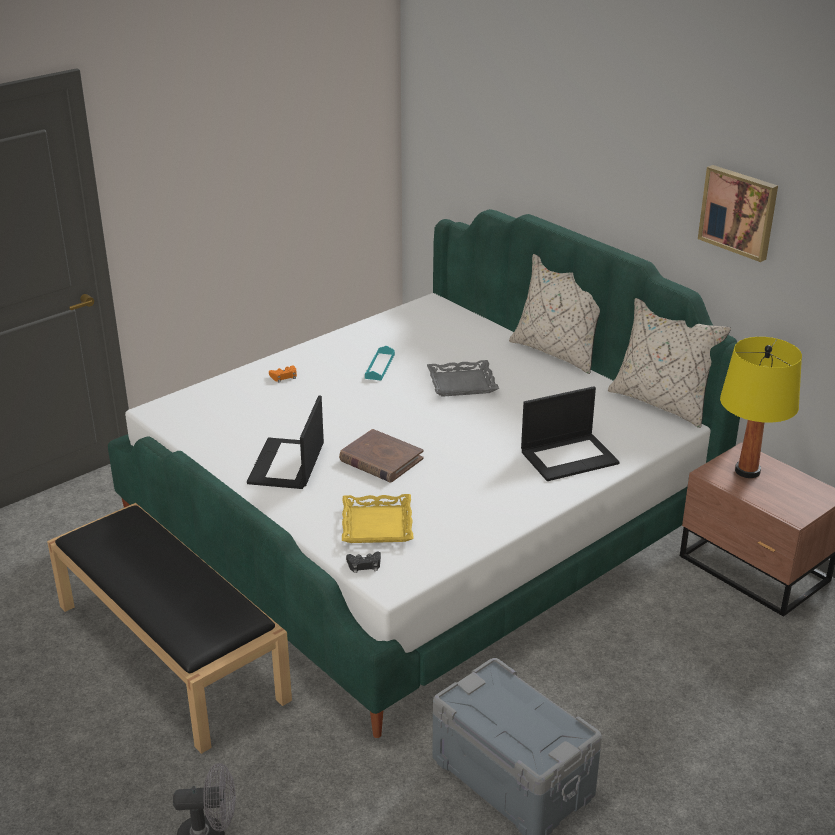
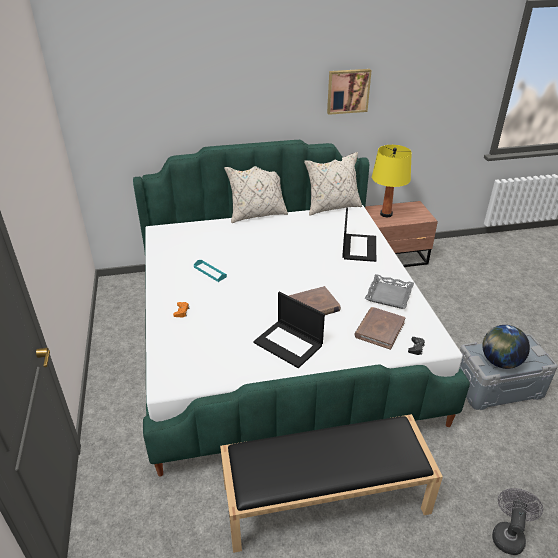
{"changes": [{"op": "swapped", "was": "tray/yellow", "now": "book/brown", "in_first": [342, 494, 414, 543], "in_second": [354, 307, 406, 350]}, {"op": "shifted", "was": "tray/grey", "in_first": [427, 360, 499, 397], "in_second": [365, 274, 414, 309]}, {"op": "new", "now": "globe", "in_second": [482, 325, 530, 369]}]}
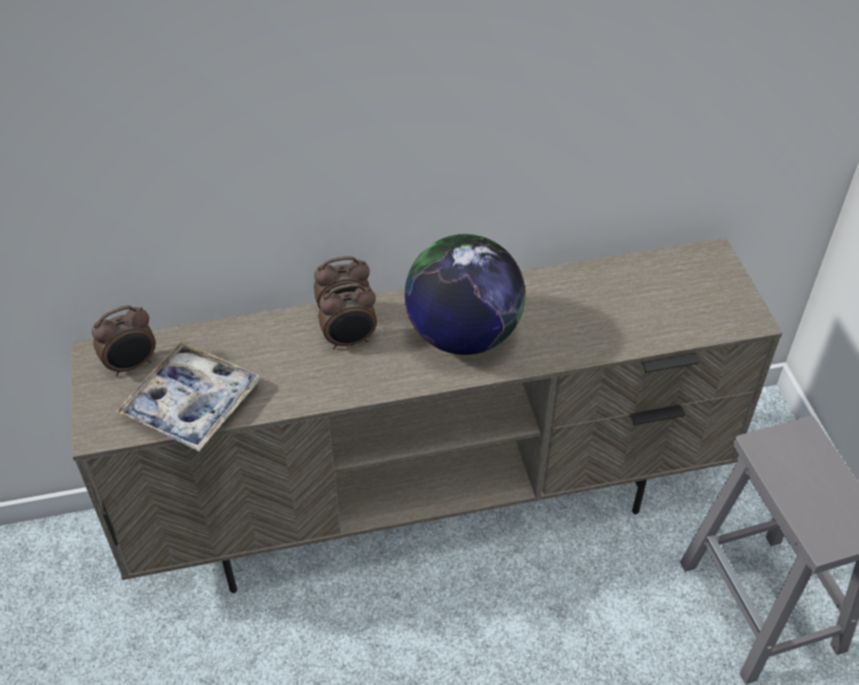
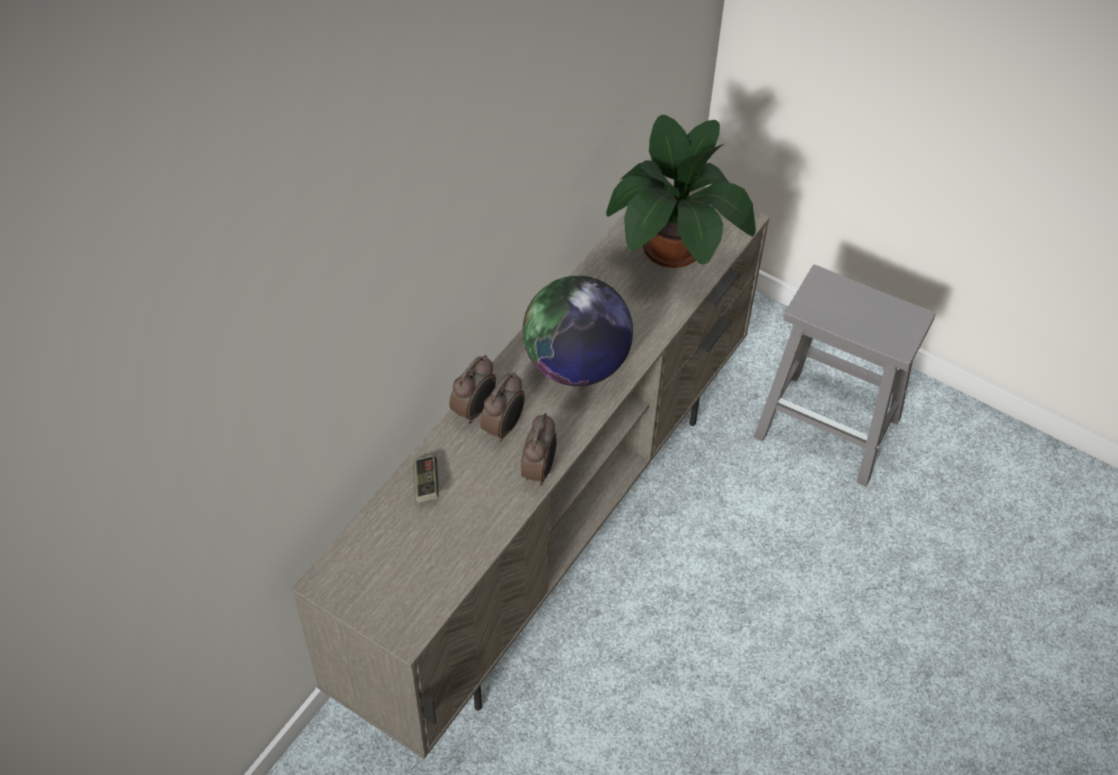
{"changes": [{"op": "shifted", "was": "alarm clock", "in_first": [92, 305, 156, 377], "in_second": [521, 413, 557, 486]}, {"op": "gone", "was": "tray", "in_first": [116, 341, 260, 452]}, {"op": "new", "now": "game controller", "in_second": [413, 455, 439, 503]}, {"op": "new", "now": "potted plant", "in_second": [606, 115, 756, 268]}]}
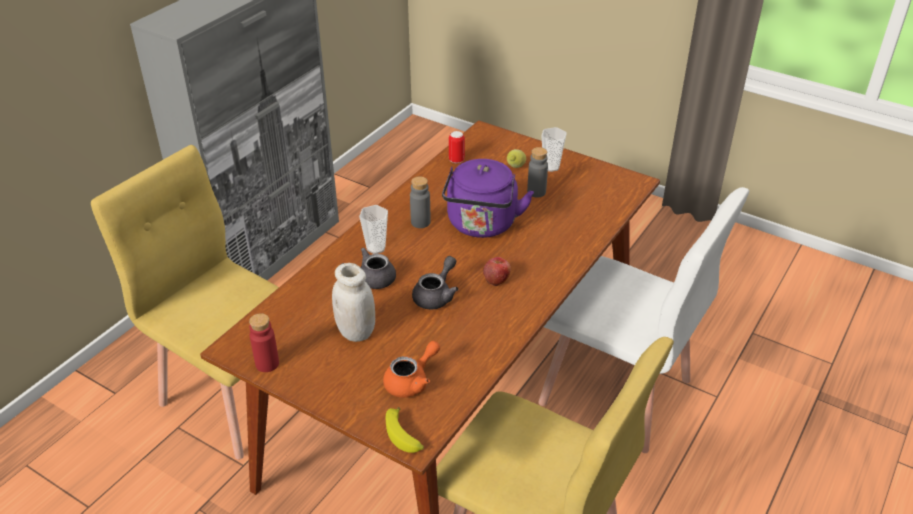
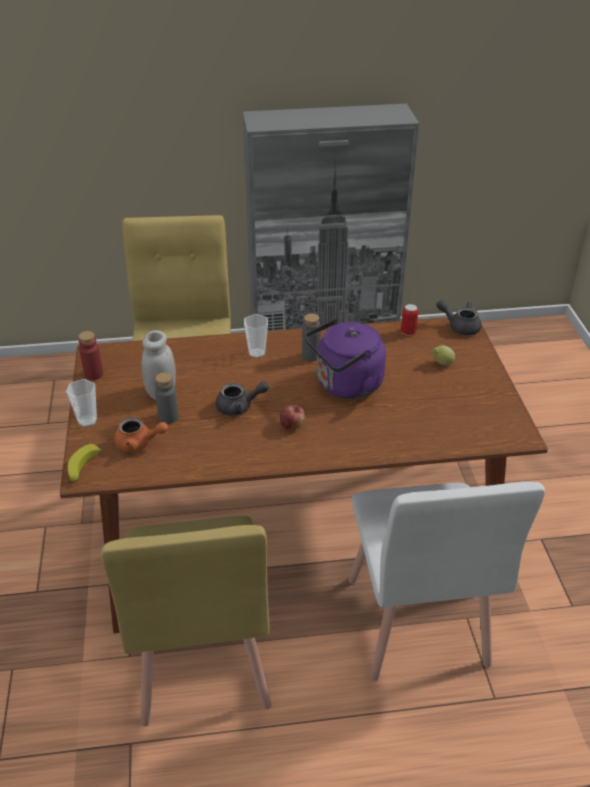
{"changes": [{"op": "shifted", "was": "teapot/grey", "in_first": [340, 248, 396, 289], "in_second": [436, 300, 482, 335]}, {"op": "shifted", "was": "bottle/grey", "in_first": [527, 147, 548, 197], "in_second": [155, 372, 179, 424]}, {"op": "shifted", "was": "cup", "in_first": [541, 127, 567, 172], "in_second": [66, 379, 97, 427]}]}
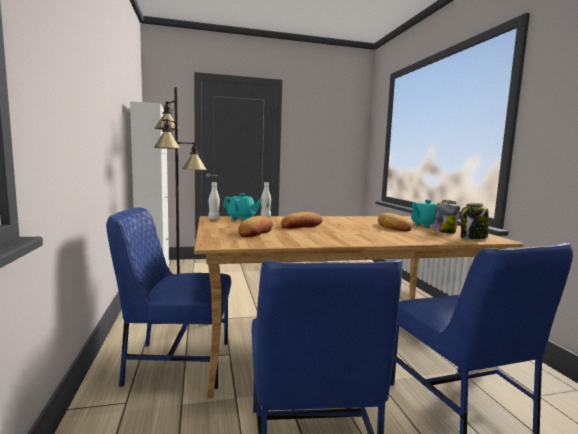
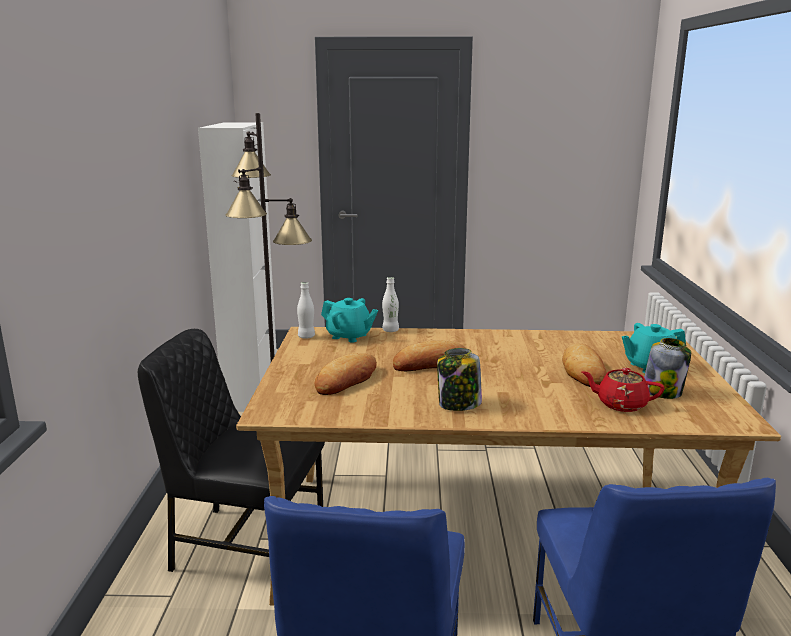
{"changes": [{"op": "repainted", "was": "chair/blue", "now": "chair/black", "in_first": [106, 207, 231, 389], "in_second": [138, 329, 325, 572]}, {"op": "shifted", "was": "jar", "in_first": [461, 203, 489, 239], "in_second": [437, 348, 482, 411]}, {"op": "new", "now": "teapot/red", "in_second": [582, 368, 665, 412]}]}
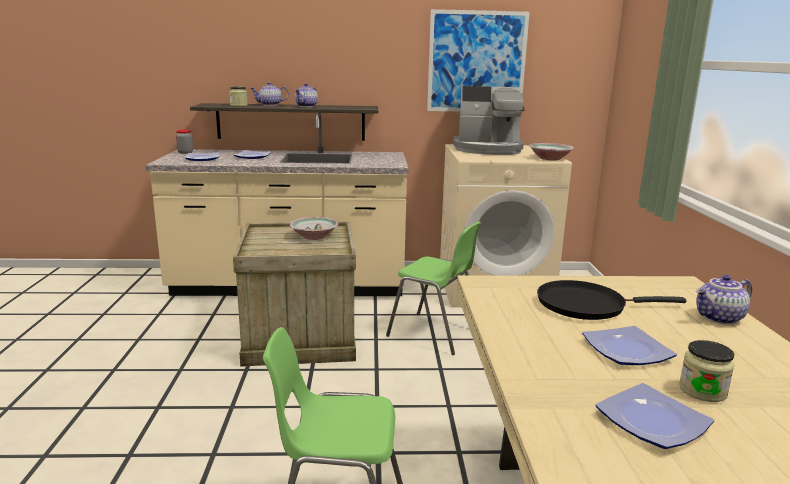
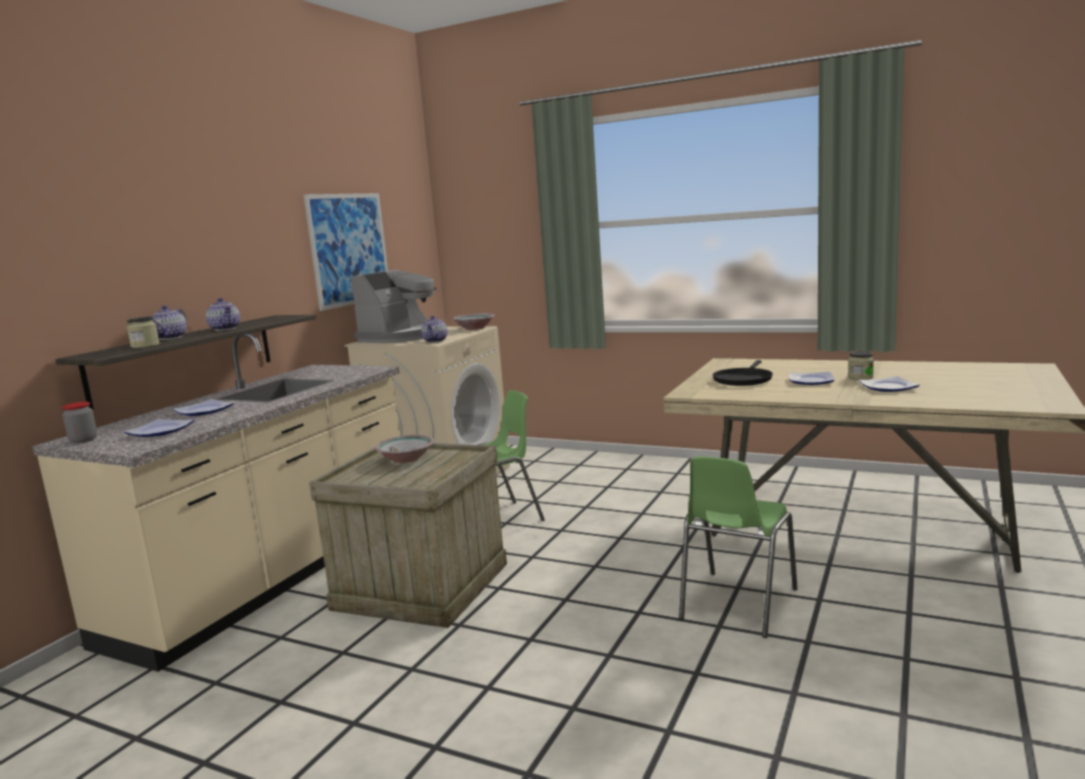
{"changes": [{"op": "shifted", "was": "teapot", "in_first": [696, 275, 752, 325], "in_second": [421, 316, 448, 343]}]}
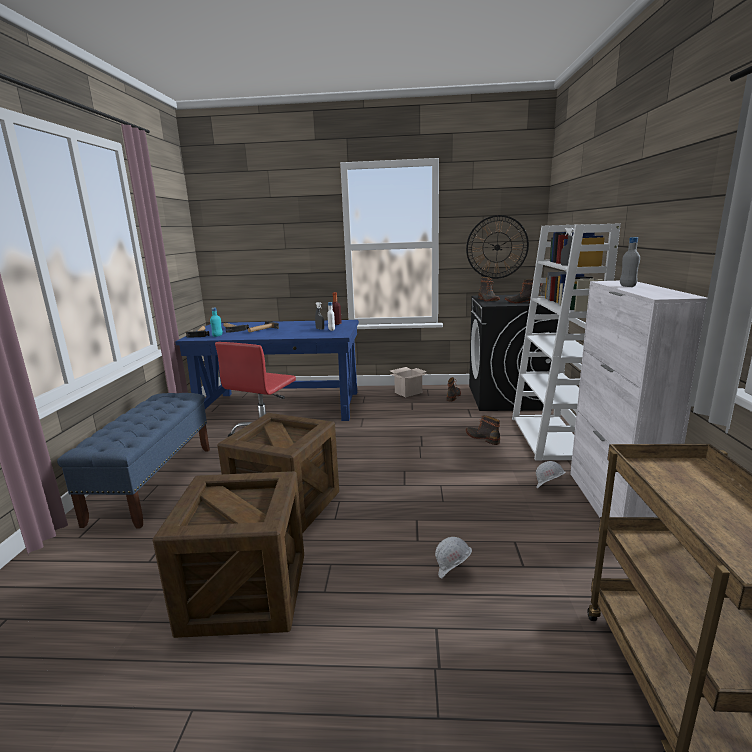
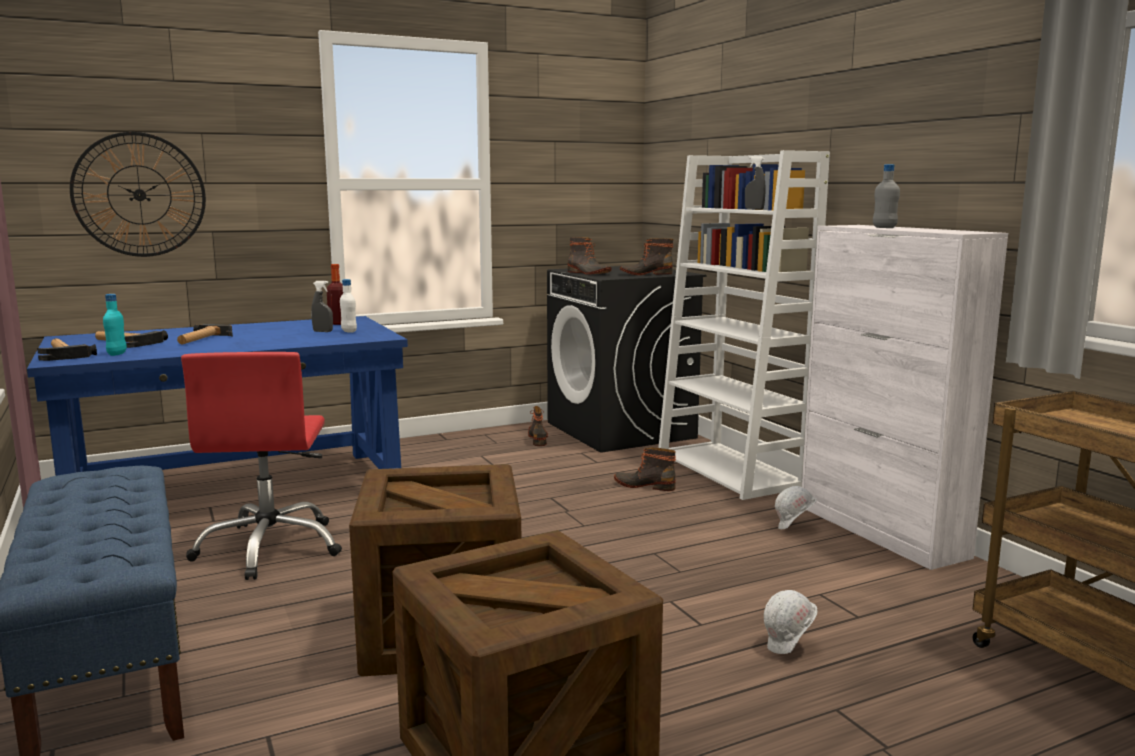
{"changes": [{"op": "gone", "was": "cardboard box", "in_first": [390, 367, 427, 397]}, {"op": "shifted", "was": "wall clock", "in_first": [466, 215, 529, 279], "in_second": [70, 132, 206, 257]}]}
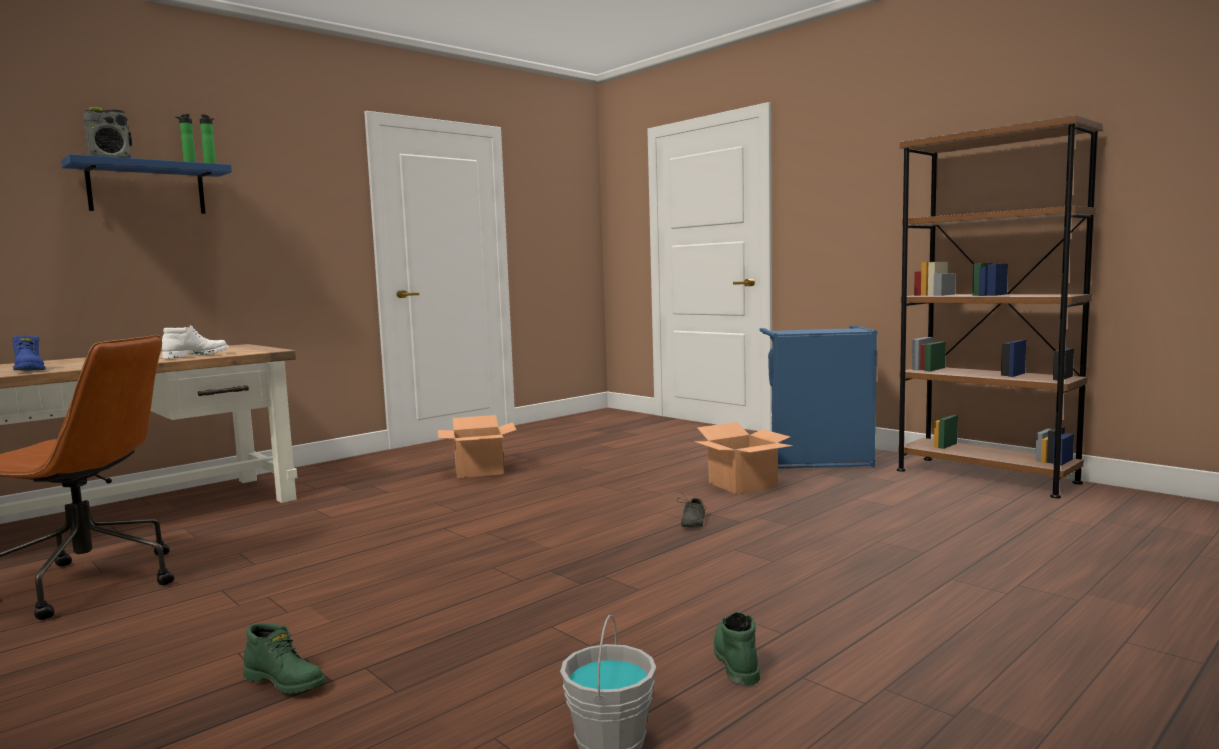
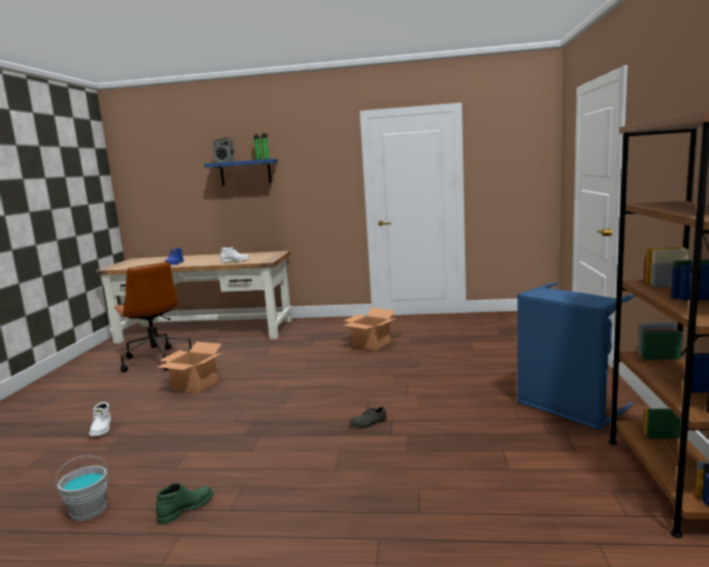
{"changes": [{"op": "repainted", "was": "boot/green", "now": "boot/white", "in_first": [243, 623, 325, 694], "in_second": [89, 402, 111, 436]}, {"op": "shifted", "was": "cardboard box", "in_first": [694, 422, 793, 494], "in_second": [157, 342, 222, 393]}]}
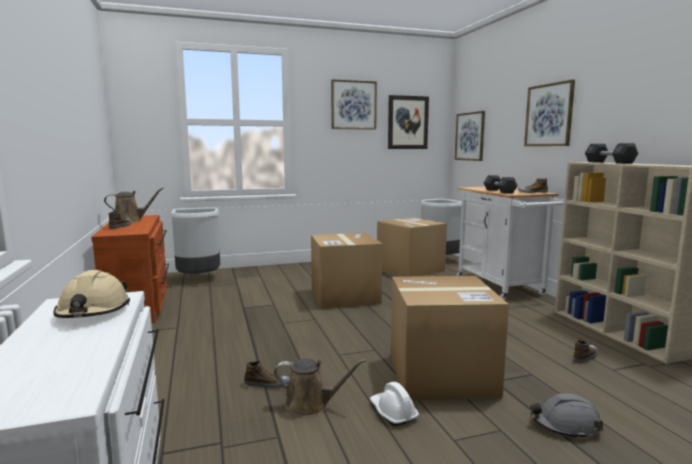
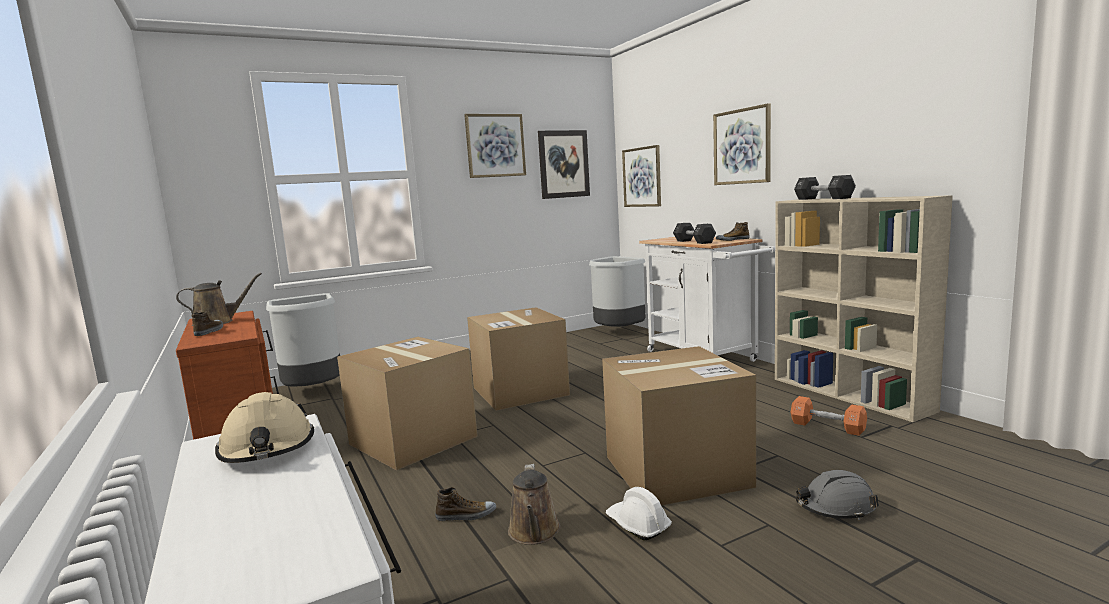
{"changes": [{"op": "rotated", "was": "watering can/brown", "in_first": [274, 359, 366, 417], "in_second": [508, 464, 561, 545], "clockwise": 90}, {"op": "shifted", "was": "cardboard box", "in_first": [377, 217, 447, 277], "in_second": [337, 337, 478, 470]}, {"op": "swapped", "was": "shoe", "now": "dumbbell/orange", "in_first": [573, 339, 598, 363], "in_second": [790, 396, 867, 436]}]}
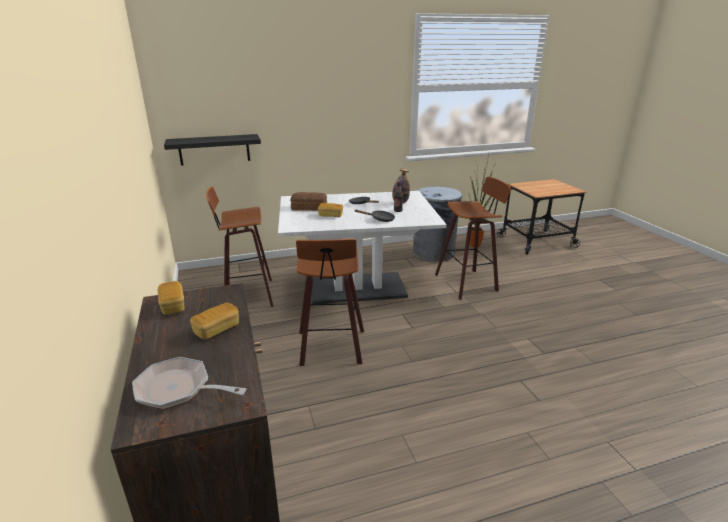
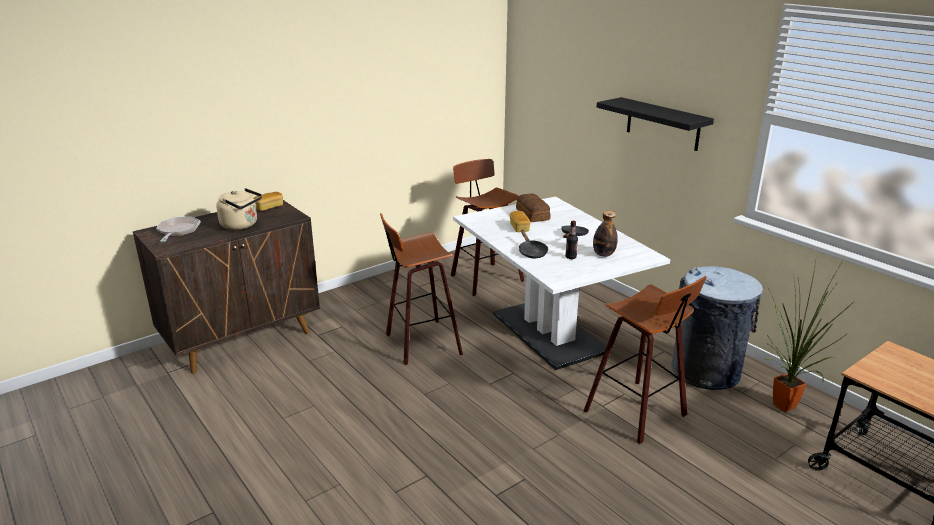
{"changes": [{"op": "shifted", "was": "shelf/black", "in_first": [164, 134, 261, 166], "in_second": [597, 97, 714, 151]}, {"op": "swapped", "was": "bread", "now": "kettle/beige", "in_first": [190, 303, 239, 340], "in_second": [216, 188, 262, 230]}]}
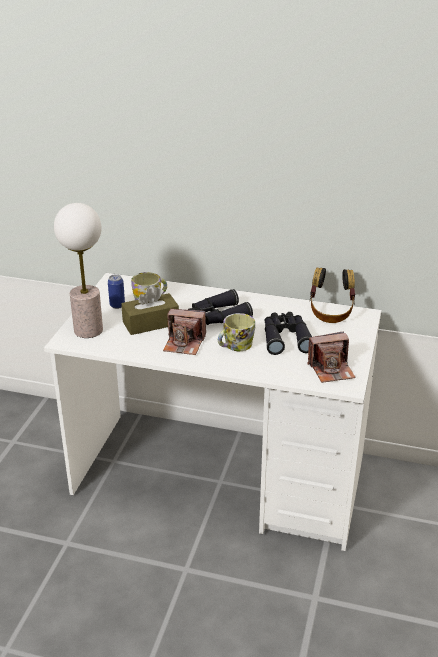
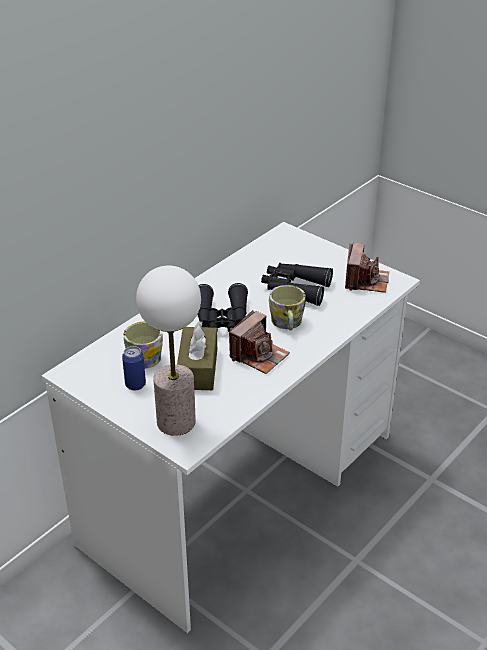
{"changes": [{"op": "gone", "was": "headphones", "in_first": [310, 267, 355, 323]}]}
